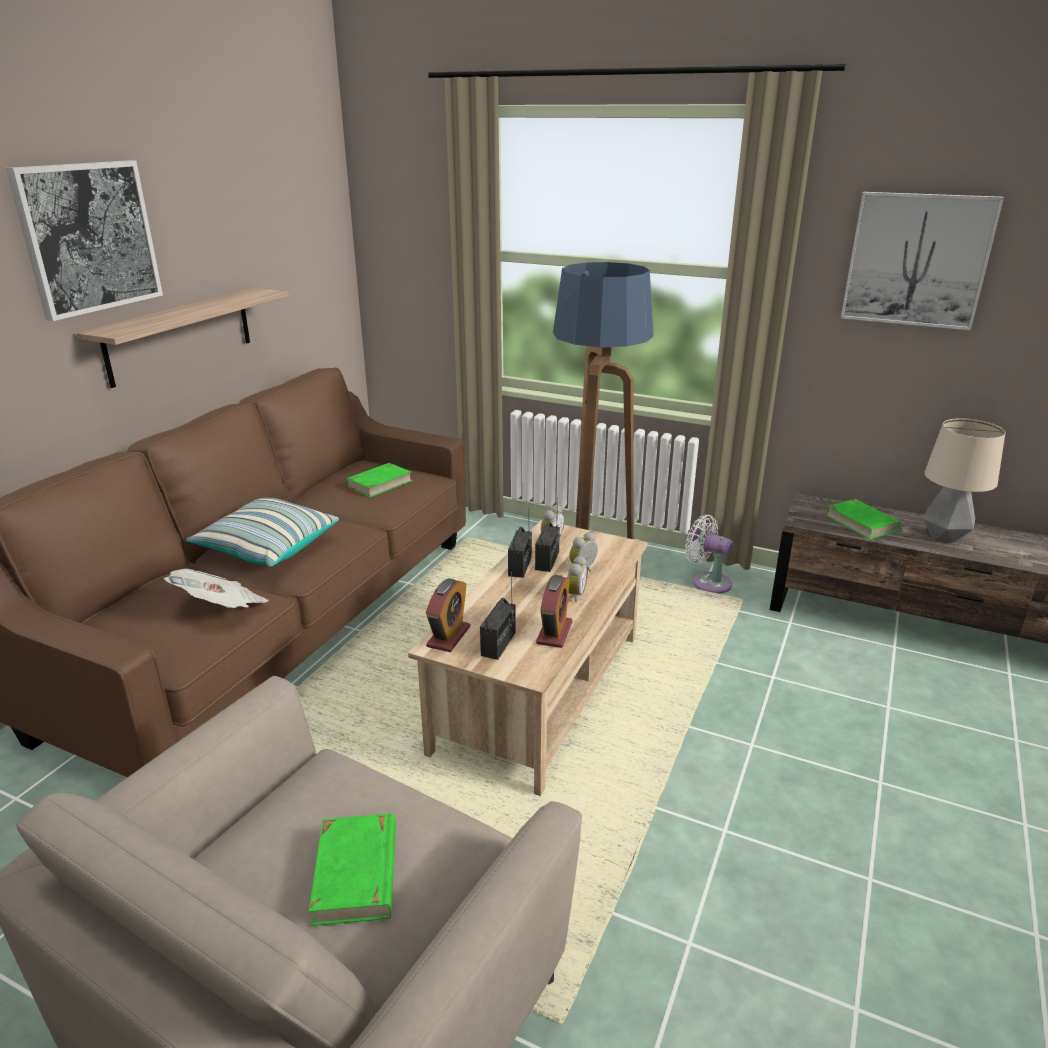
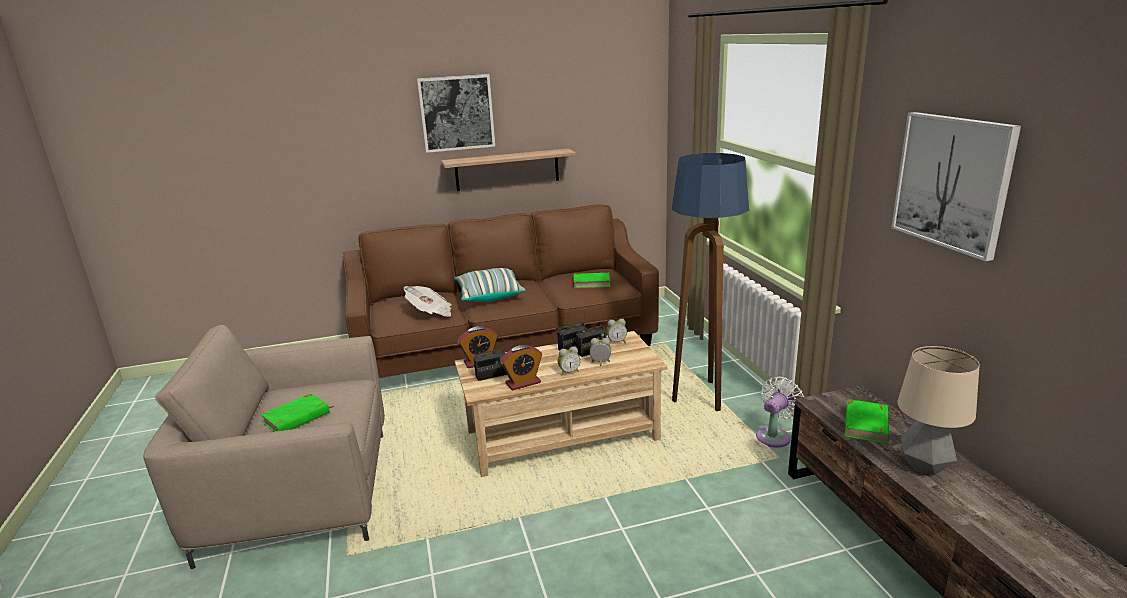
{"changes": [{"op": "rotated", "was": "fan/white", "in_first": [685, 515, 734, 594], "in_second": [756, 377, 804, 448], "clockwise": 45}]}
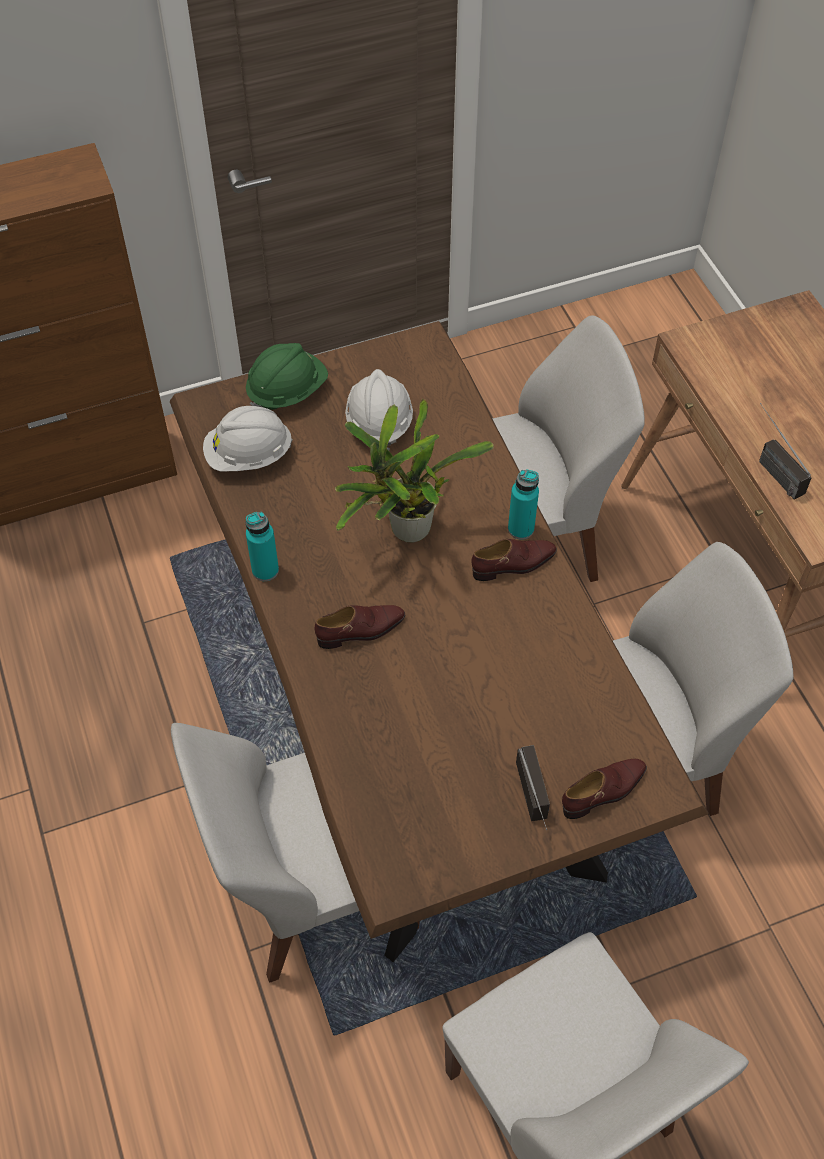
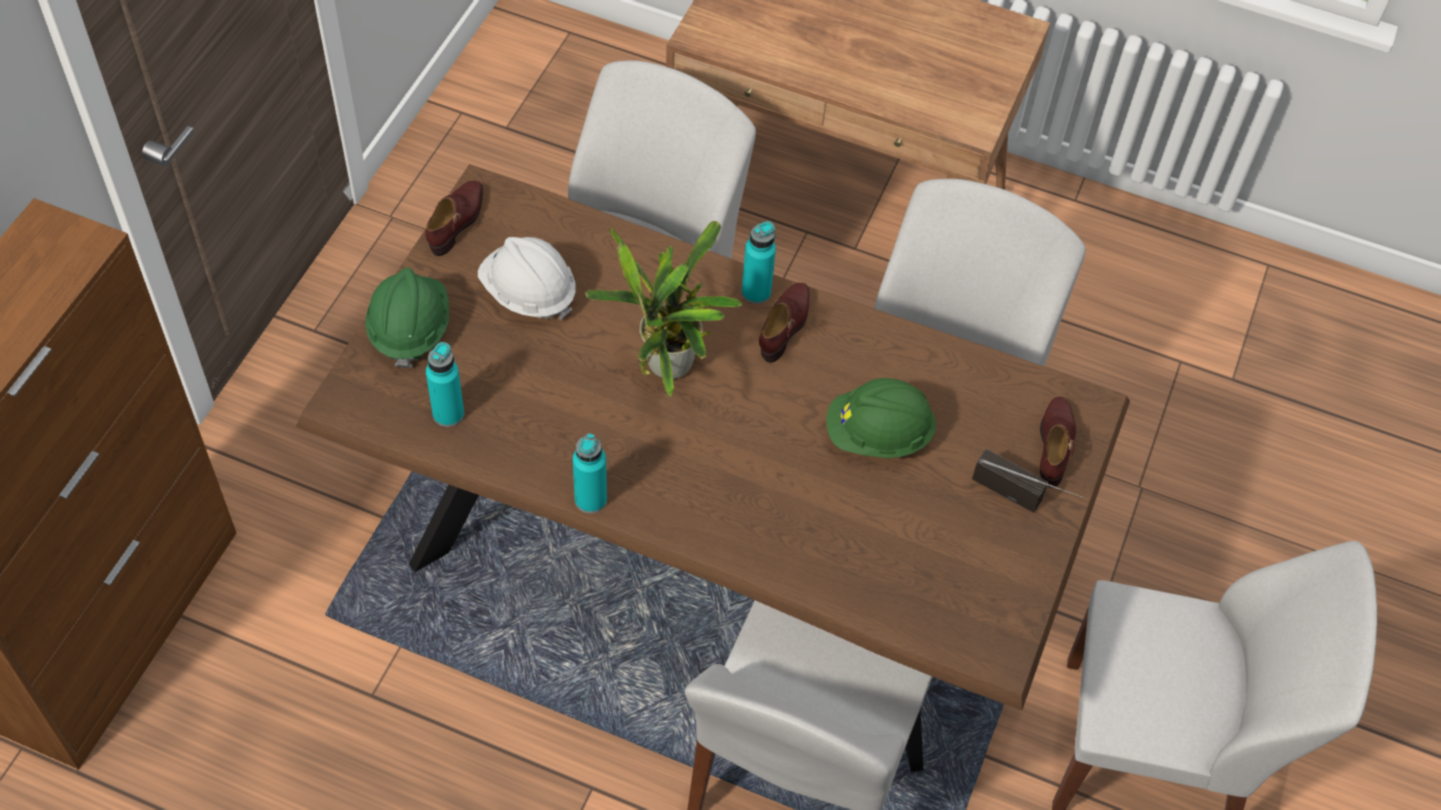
{"changes": [{"op": "swapped", "was": "hard hat/white", "now": "bottle/turquoise", "in_first": [203, 406, 293, 471], "in_second": [426, 342, 464, 427]}, {"op": "shifted", "was": "shoe/brown", "in_first": [314, 605, 405, 649], "in_second": [425, 181, 483, 256]}, {"op": "gone", "was": "radio", "in_first": [759, 403, 811, 500]}, {"op": "new", "now": "hard hat/green", "in_second": [826, 378, 936, 458]}]}
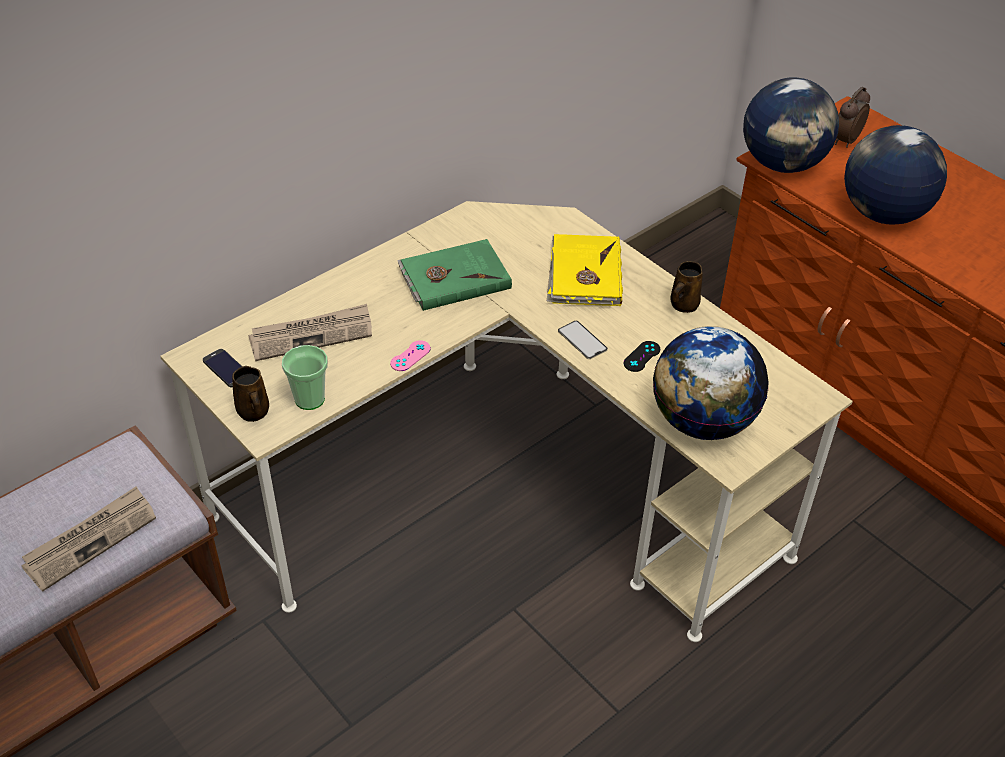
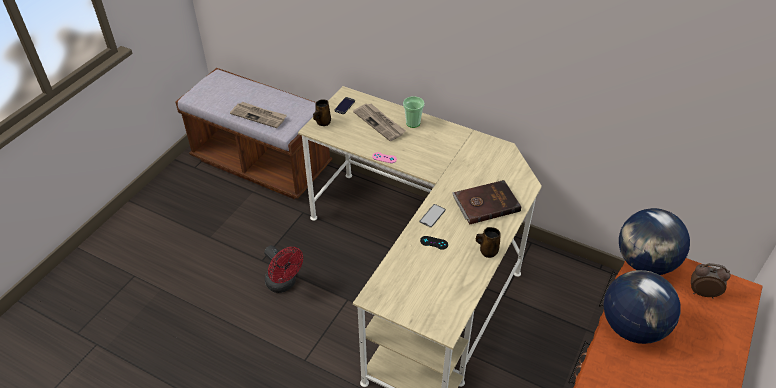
{"changes": [{"op": "shifted", "was": "cup", "in_first": [282, 345, 328, 410], "in_second": [403, 96, 424, 128]}, {"op": "gone", "was": "book/green", "in_first": [397, 239, 512, 311]}, {"op": "repainted", "was": "book/yellow", "now": "book/brown", "in_first": [547, 234, 623, 306], "in_second": [452, 180, 521, 225]}, {"op": "gone", "was": "globe", "in_first": [653, 326, 769, 440]}, {"op": "new", "now": "fan/red", "in_second": [264, 245, 303, 293]}]}
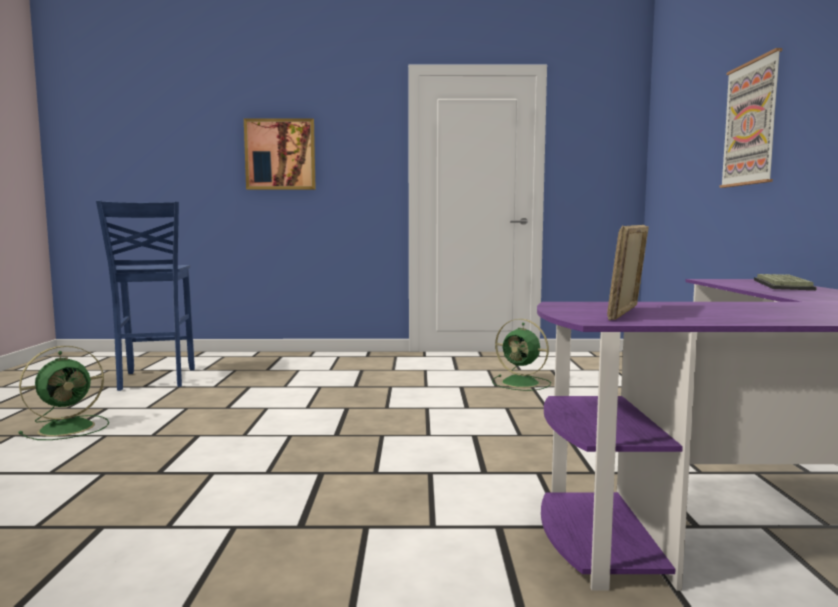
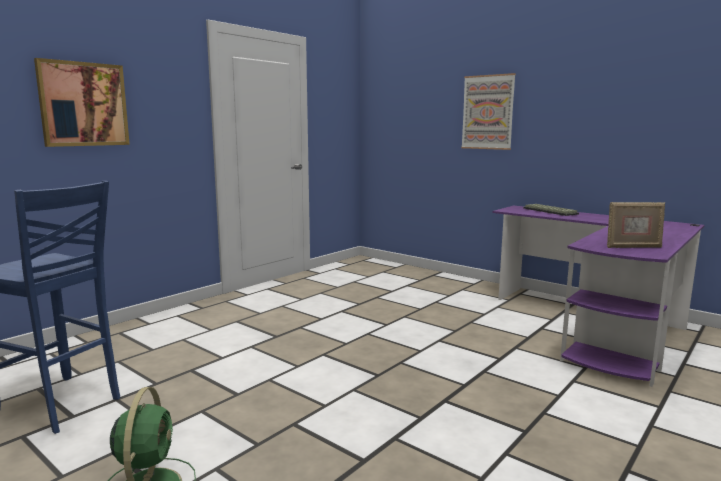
{"changes": [{"op": "gone", "was": "fan/green", "in_first": [492, 319, 551, 391]}, {"op": "rotated", "was": "picture frame", "in_first": [607, 225, 649, 321], "in_second": [607, 202, 665, 248], "clockwise": -75}]}
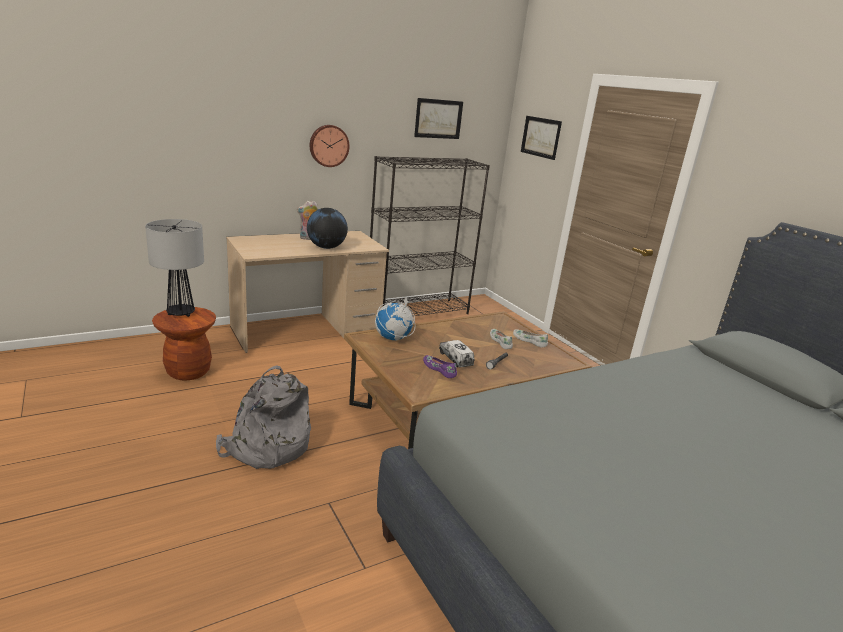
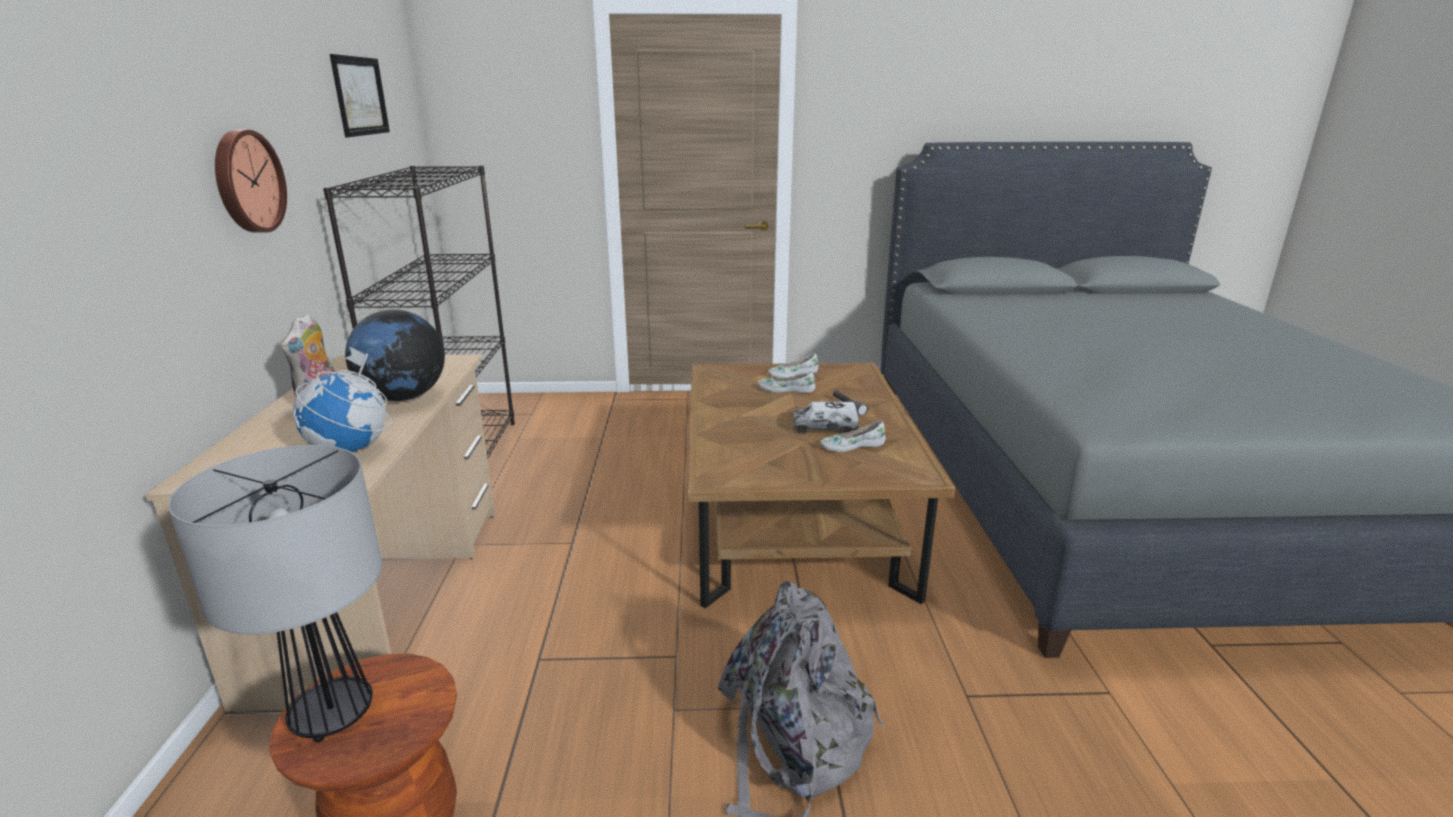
{"changes": [{"op": "shifted", "was": "globe", "in_first": [375, 297, 415, 341], "in_second": [293, 346, 391, 452]}, {"op": "repainted", "was": "shoe/purple", "now": "shoe/white", "in_first": [423, 355, 457, 378], "in_second": [820, 421, 886, 452]}, {"op": "gone", "was": "picture", "in_first": [521, 116, 562, 160]}]}
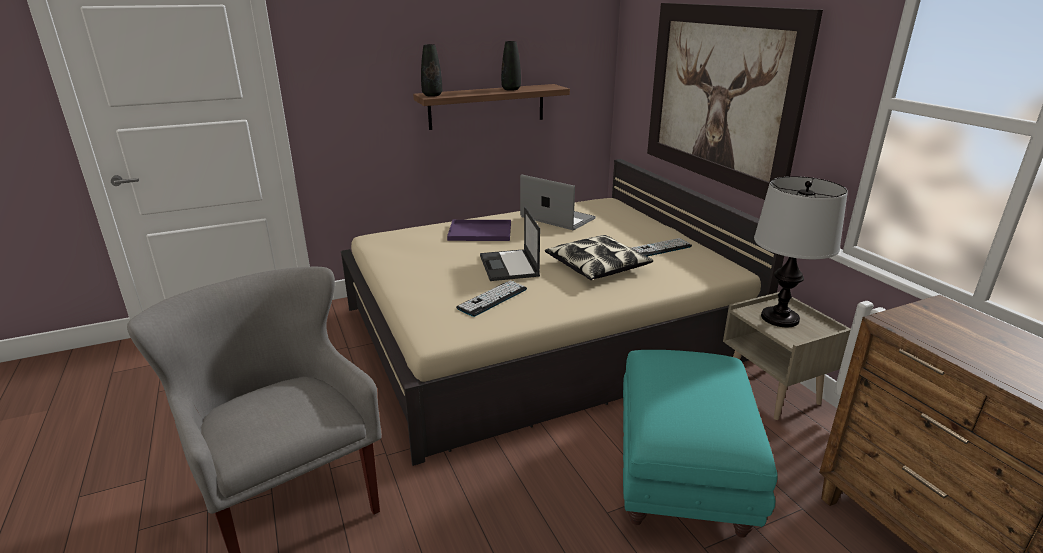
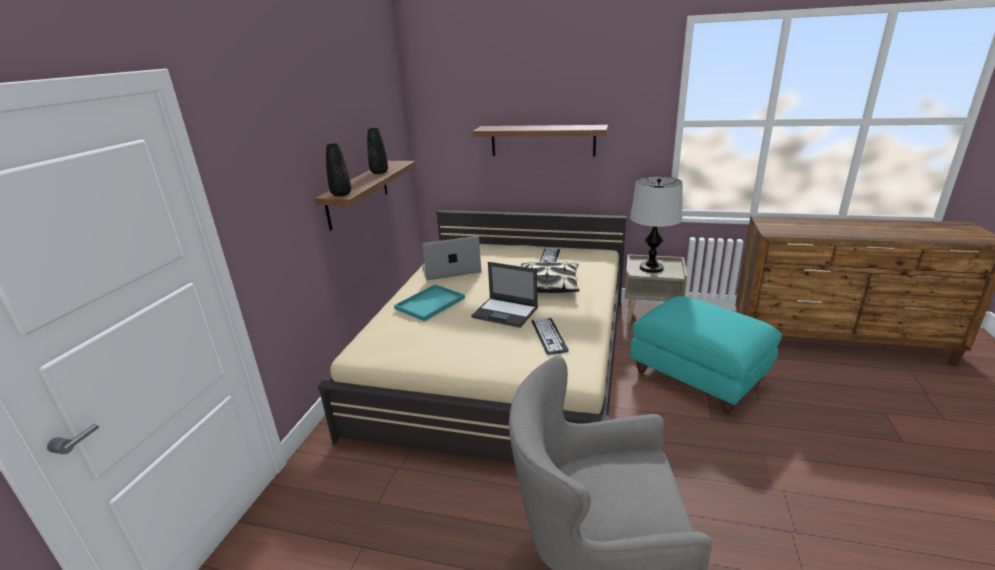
{"changes": [{"op": "repainted", "was": "tray/purple", "now": "tray/turquoise", "in_first": [447, 220, 511, 241], "in_second": [394, 284, 465, 321]}, {"op": "swapped", "was": "picture", "now": "shelf", "in_first": [647, 3, 823, 200], "in_second": [472, 125, 608, 156]}]}
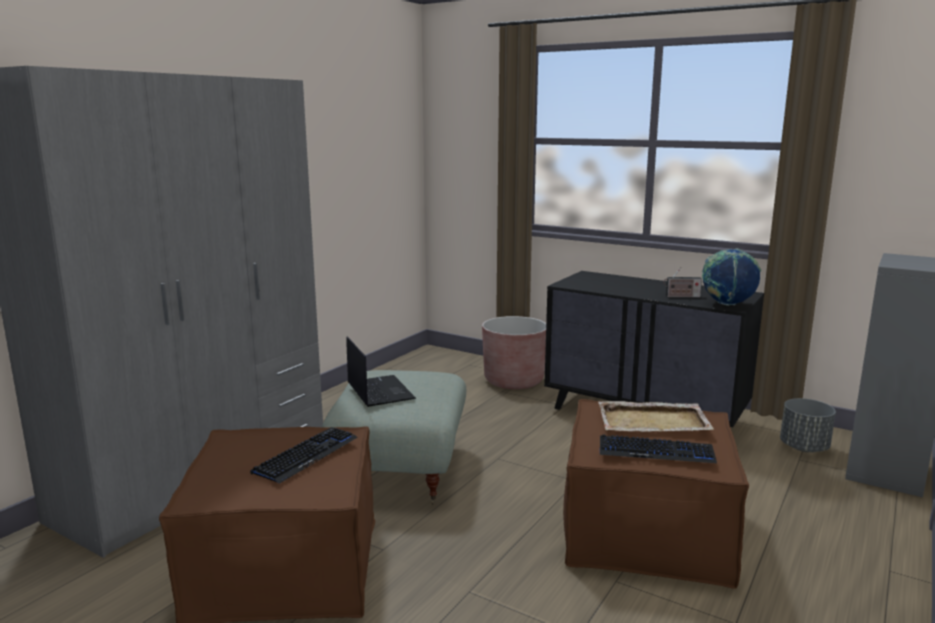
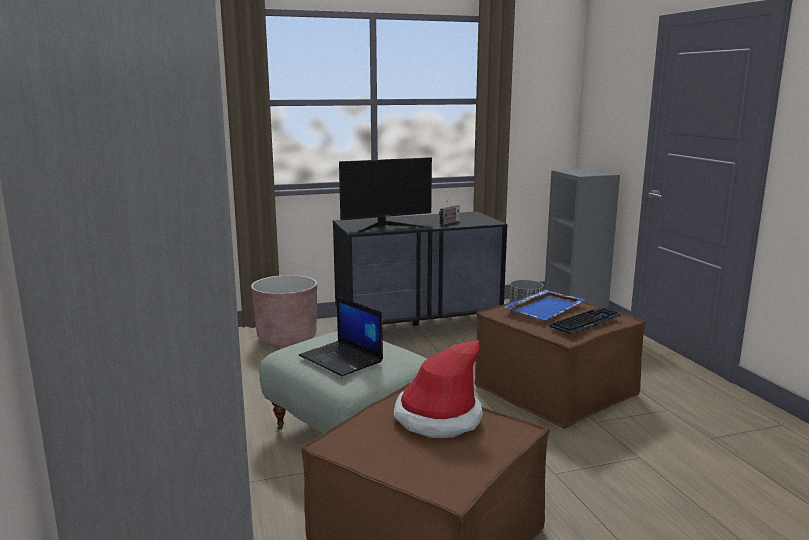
{"changes": [{"op": "swapped", "was": "keyboard", "now": "hat", "in_first": [250, 427, 358, 484], "in_second": [394, 340, 483, 438]}, {"op": "rotated", "was": "laptop", "in_first": [346, 336, 416, 407], "in_second": [299, 296, 383, 376], "clockwise": -150}, {"op": "repainted", "was": "tray/beige", "now": "tray/blue", "in_first": [598, 401, 714, 432], "in_second": [504, 290, 585, 320]}, {"op": "gone", "was": "globe", "in_first": [702, 249, 761, 305]}, {"op": "new", "now": "monitor", "in_second": [339, 157, 432, 233]}]}
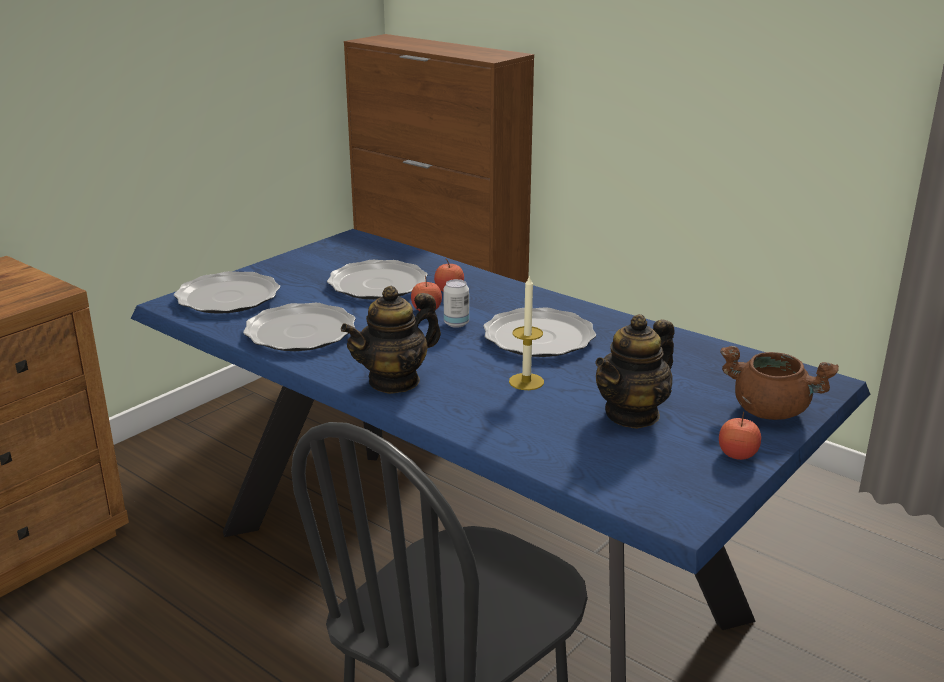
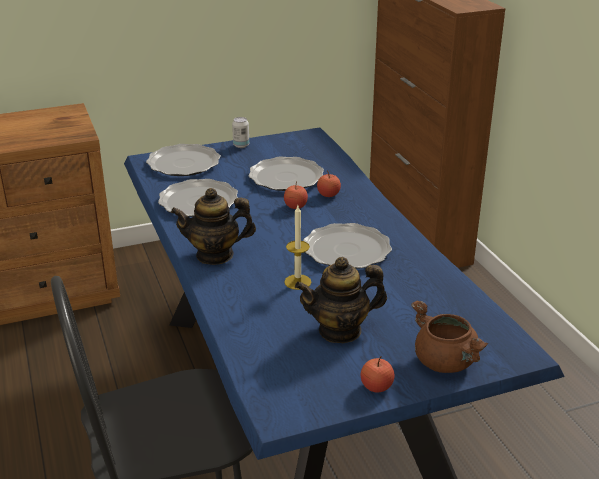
{"changes": [{"op": "shifted", "was": "can", "in_first": [443, 279, 469, 328], "in_second": [232, 117, 249, 148]}]}
